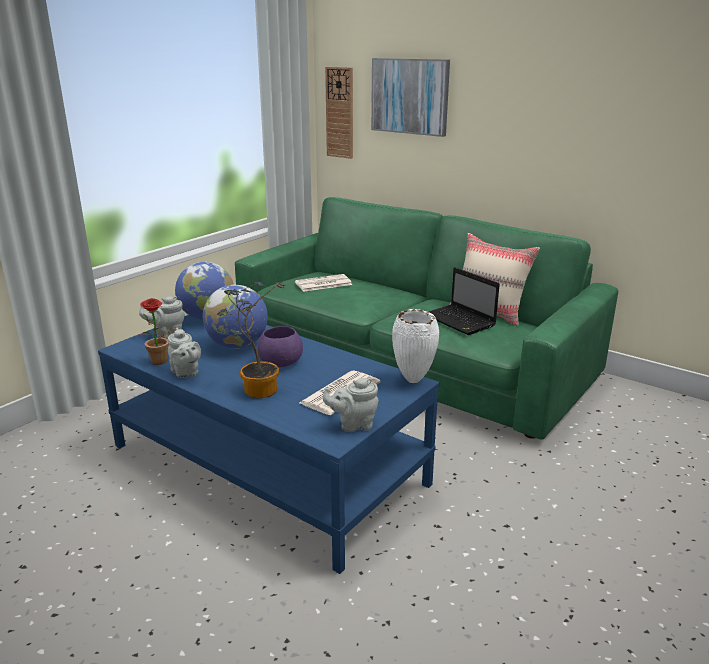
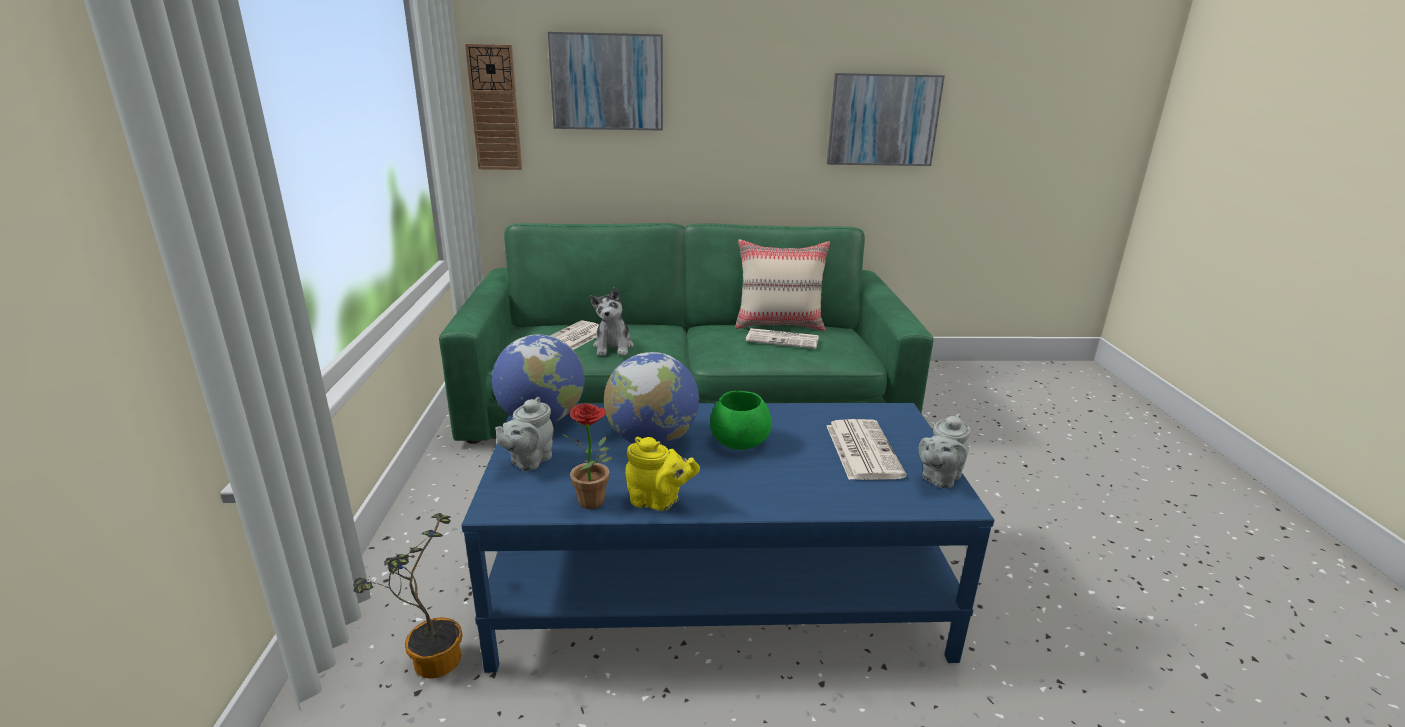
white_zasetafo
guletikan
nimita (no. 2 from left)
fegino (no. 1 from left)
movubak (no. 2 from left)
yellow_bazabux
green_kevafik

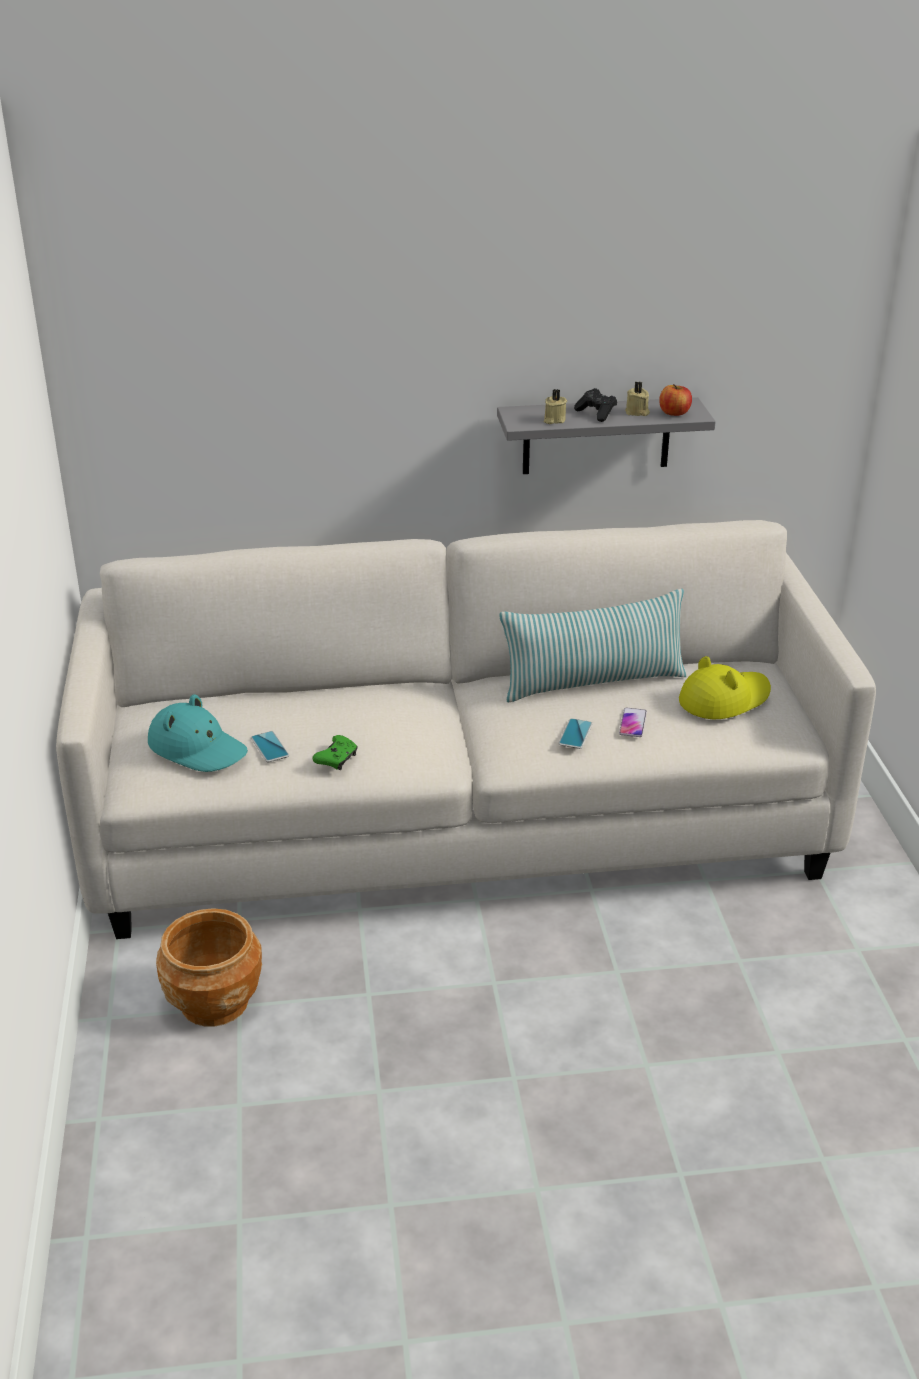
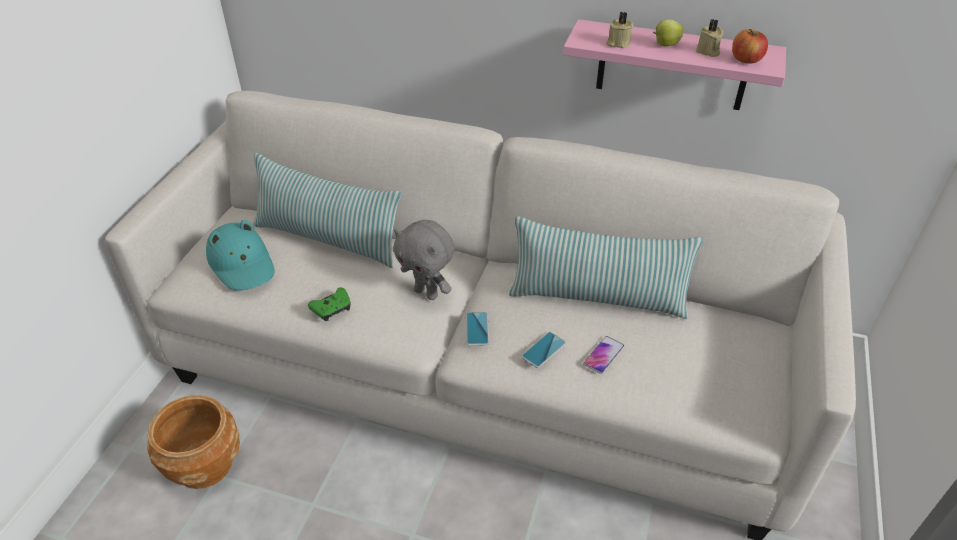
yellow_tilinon
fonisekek (no. 1 from left)
grey_guletikan
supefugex (no. 1 from left)
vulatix (no. 1 from left)
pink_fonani

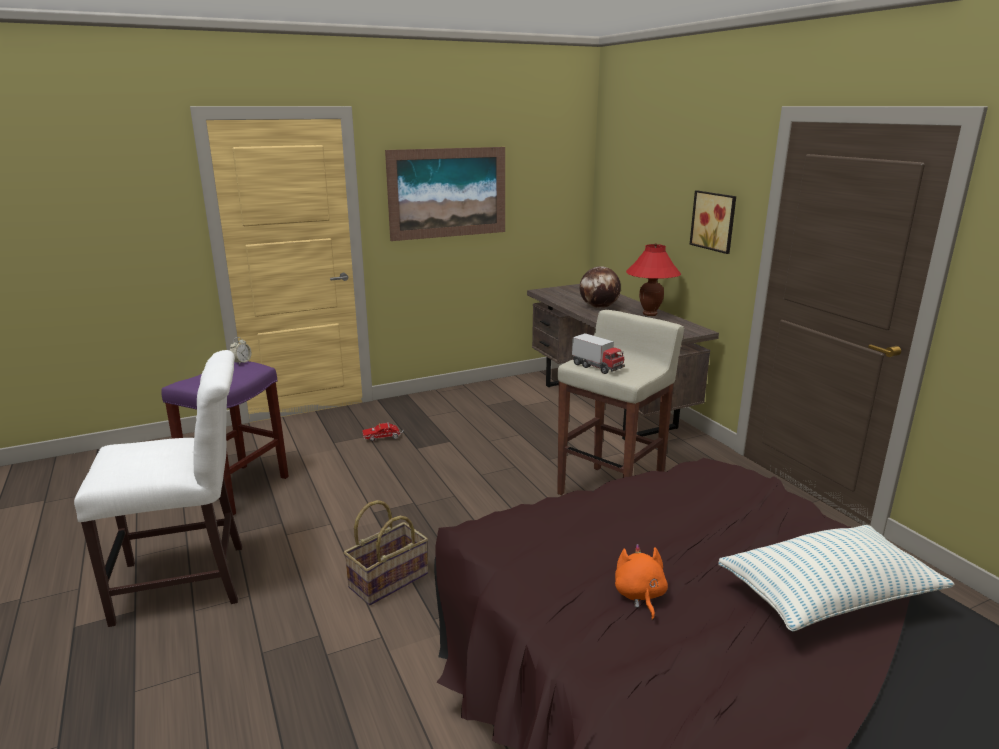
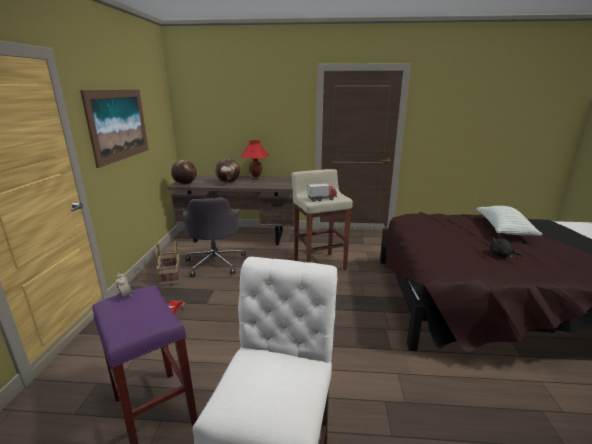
nimita (no. 2 from left in the first image)
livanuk (no. 1 from left)
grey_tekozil
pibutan
black_guletikan

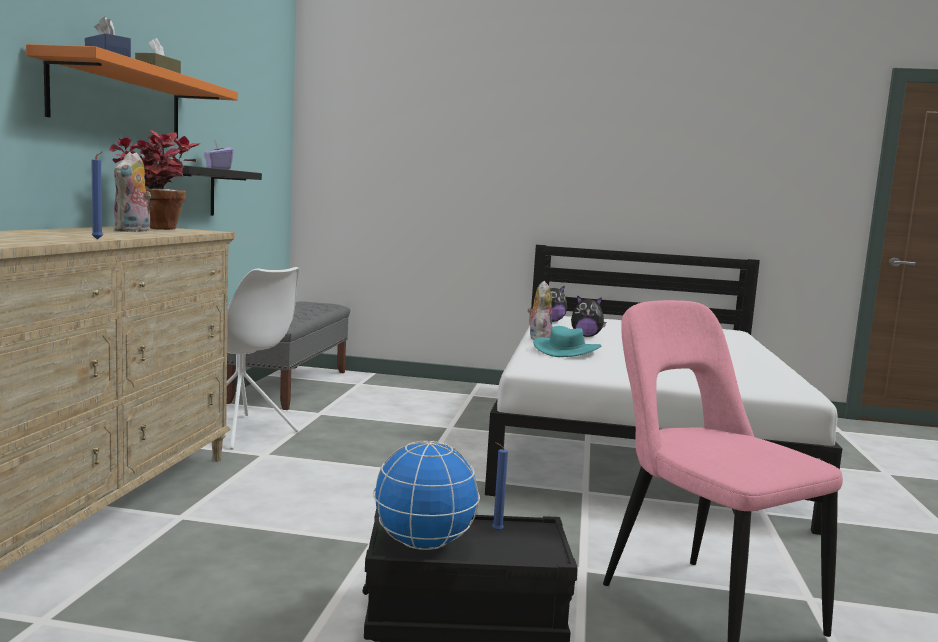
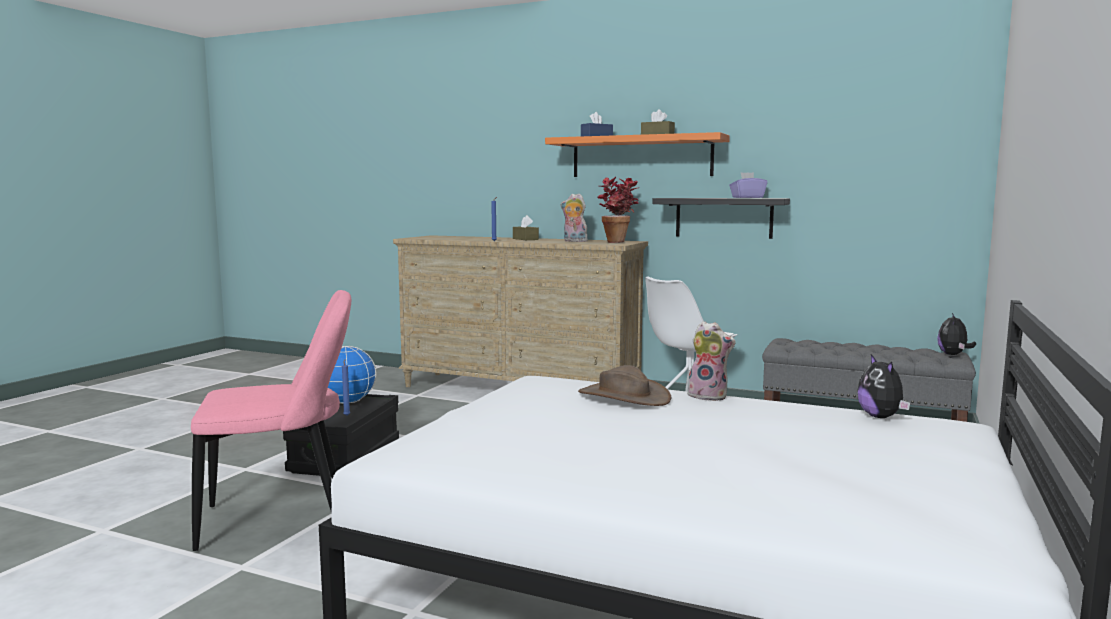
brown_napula (no. 1 from left)
guletikan (no. 4 from left)
brown_tilinon

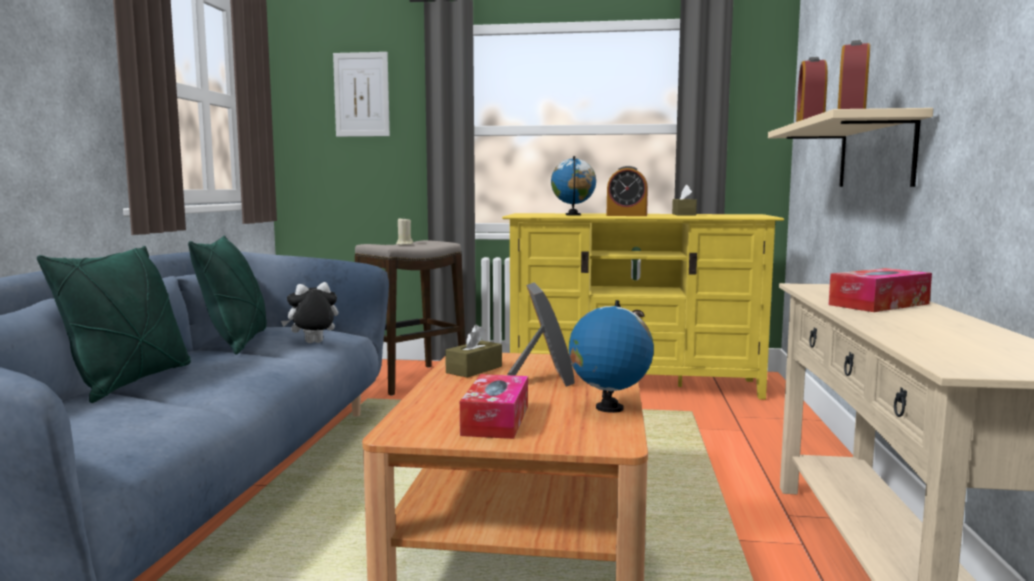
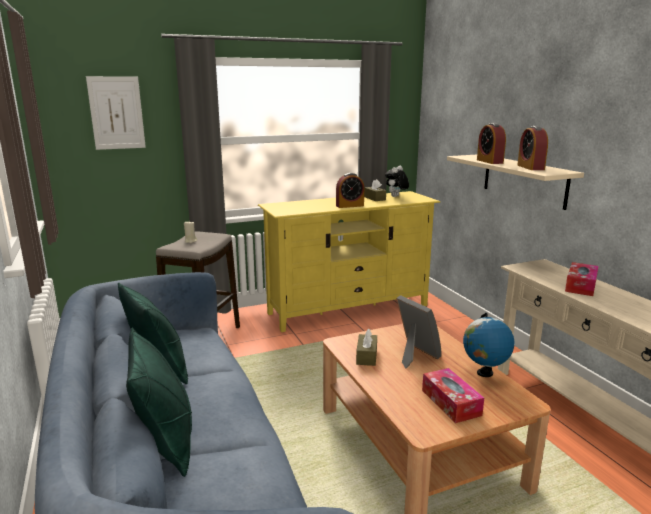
livanuk (no. 1 from left in the first image)
guletikan

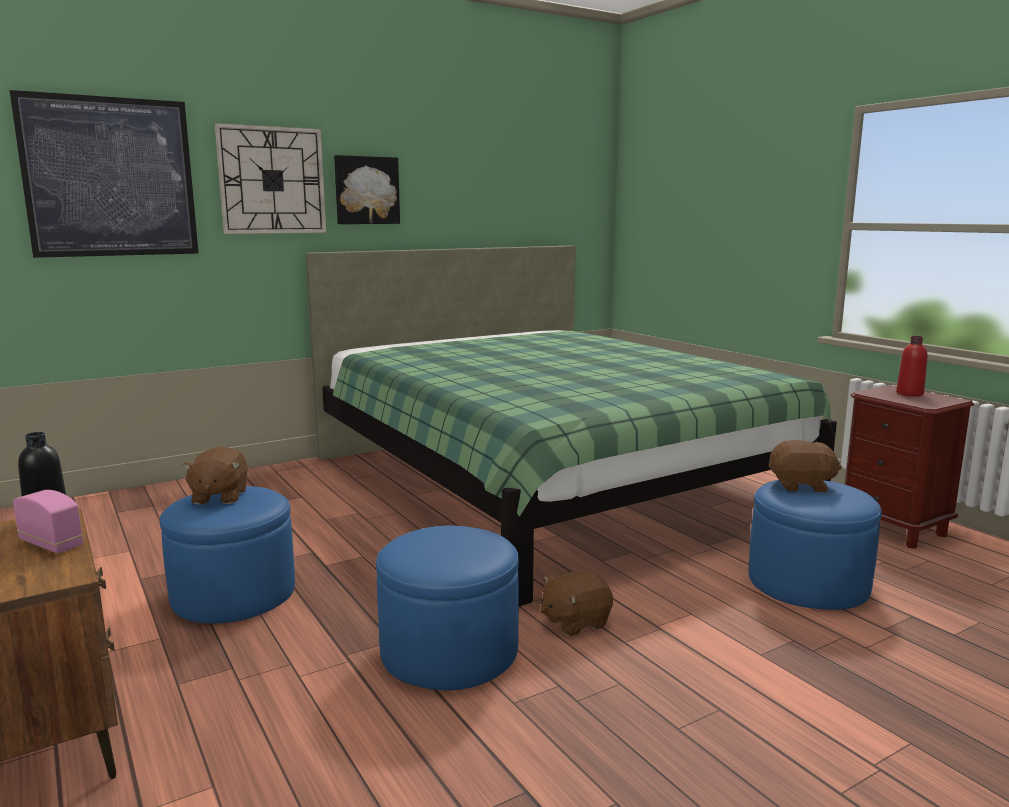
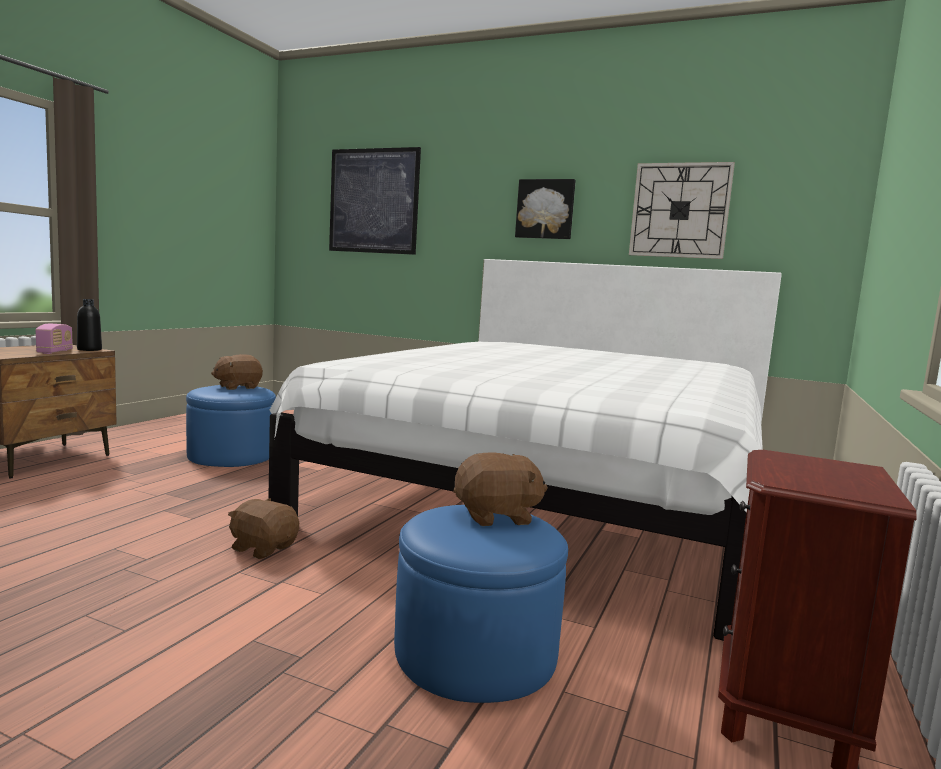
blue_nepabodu (no. 2 from left in the first image)
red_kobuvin
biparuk
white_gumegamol
brown_guletikan (no. 3 from left)

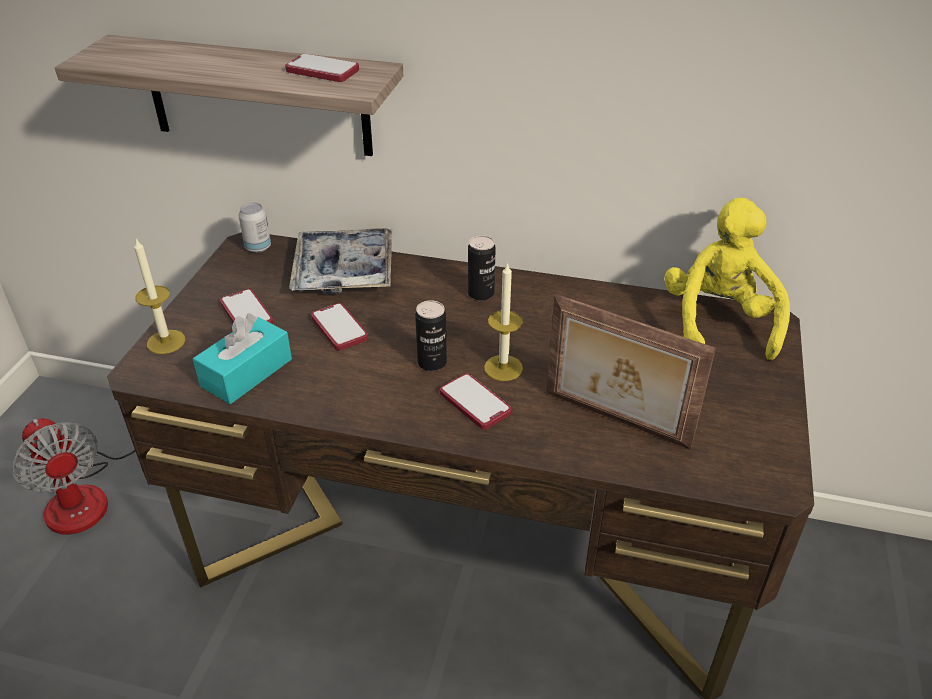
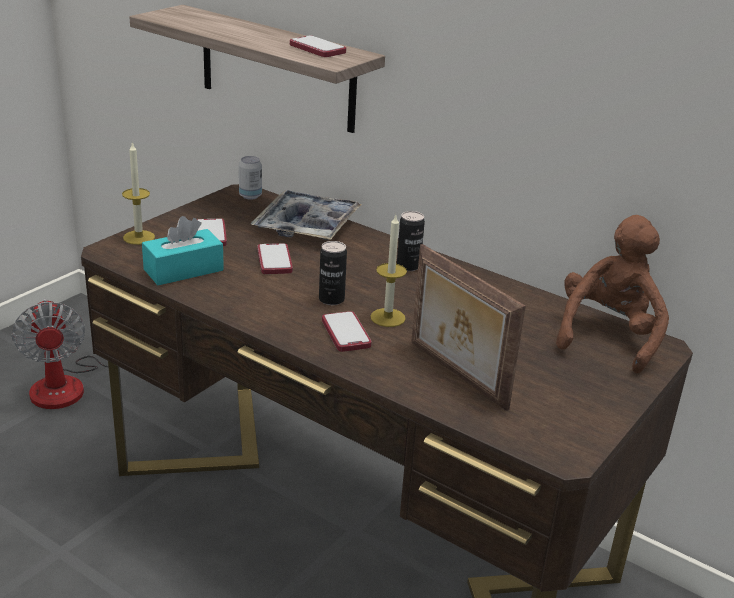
brown_guletikan

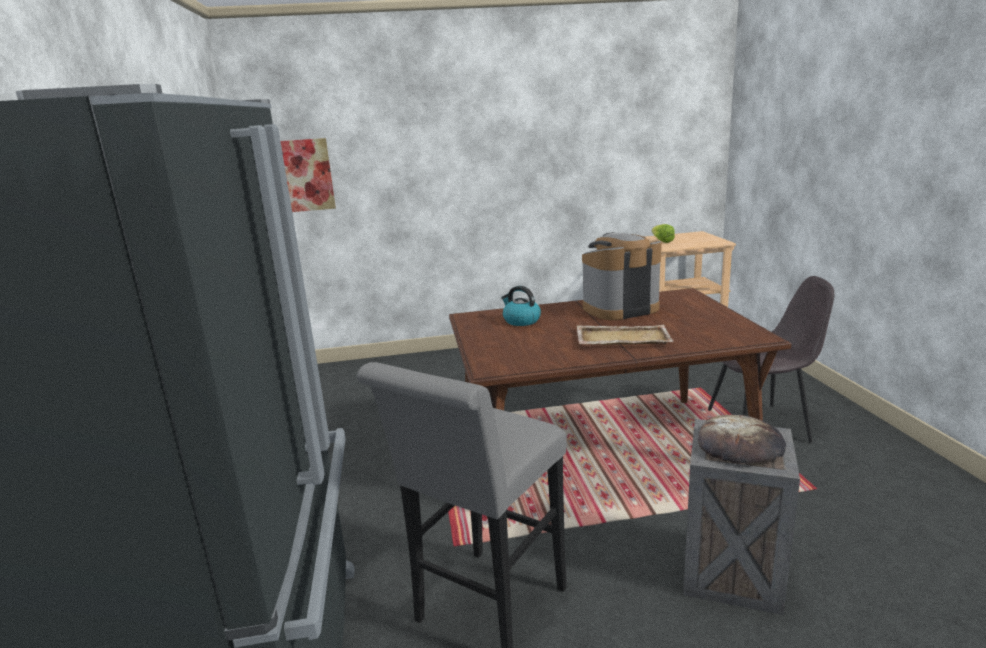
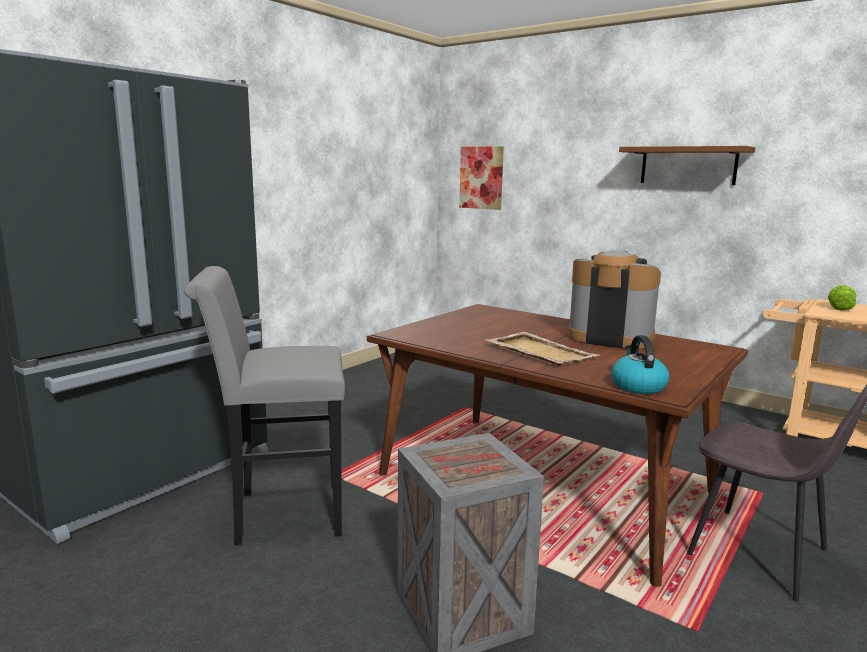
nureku
brown_fonani
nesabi

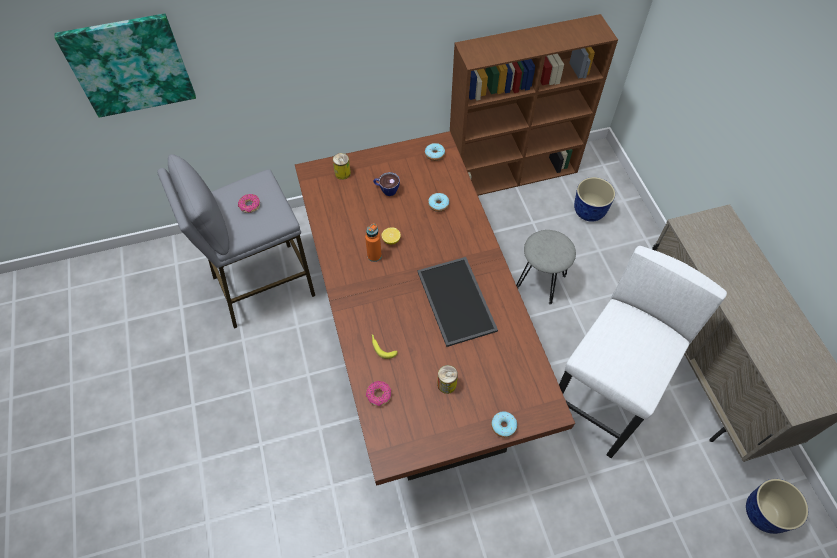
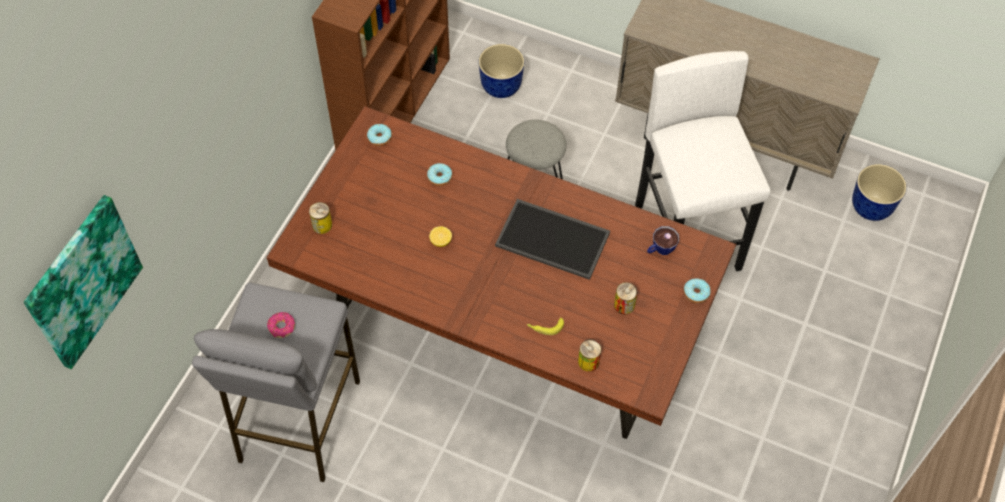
orange_kobuvin
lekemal
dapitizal (no. 2 from left)

